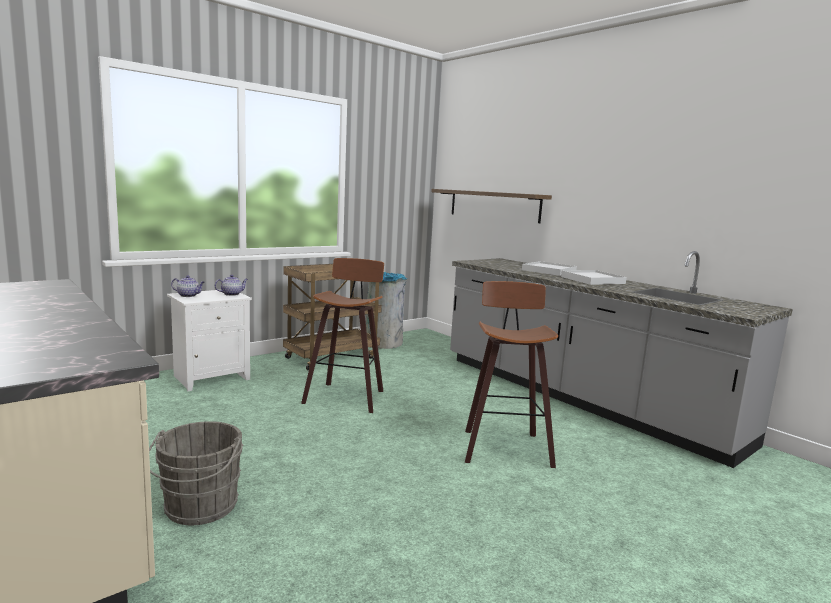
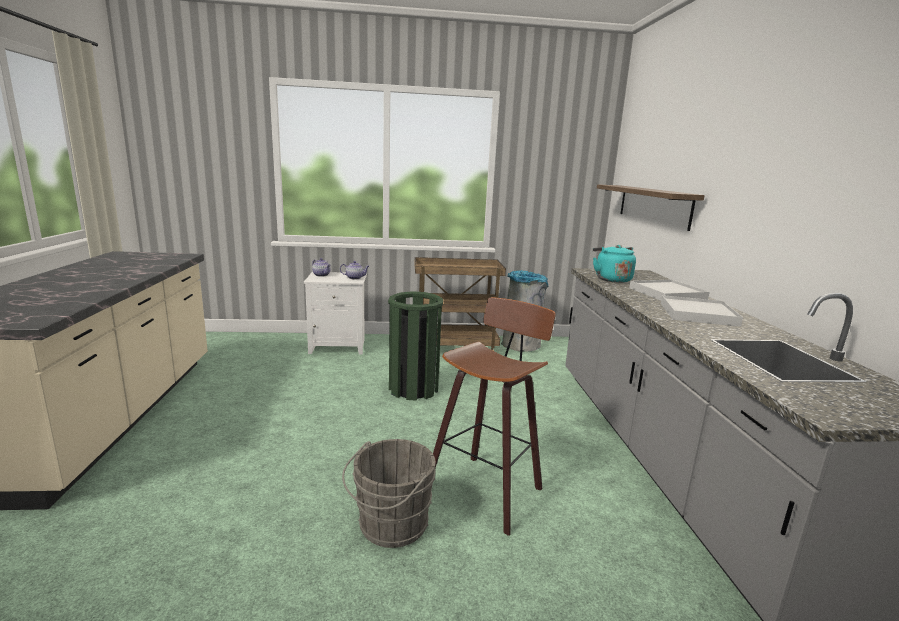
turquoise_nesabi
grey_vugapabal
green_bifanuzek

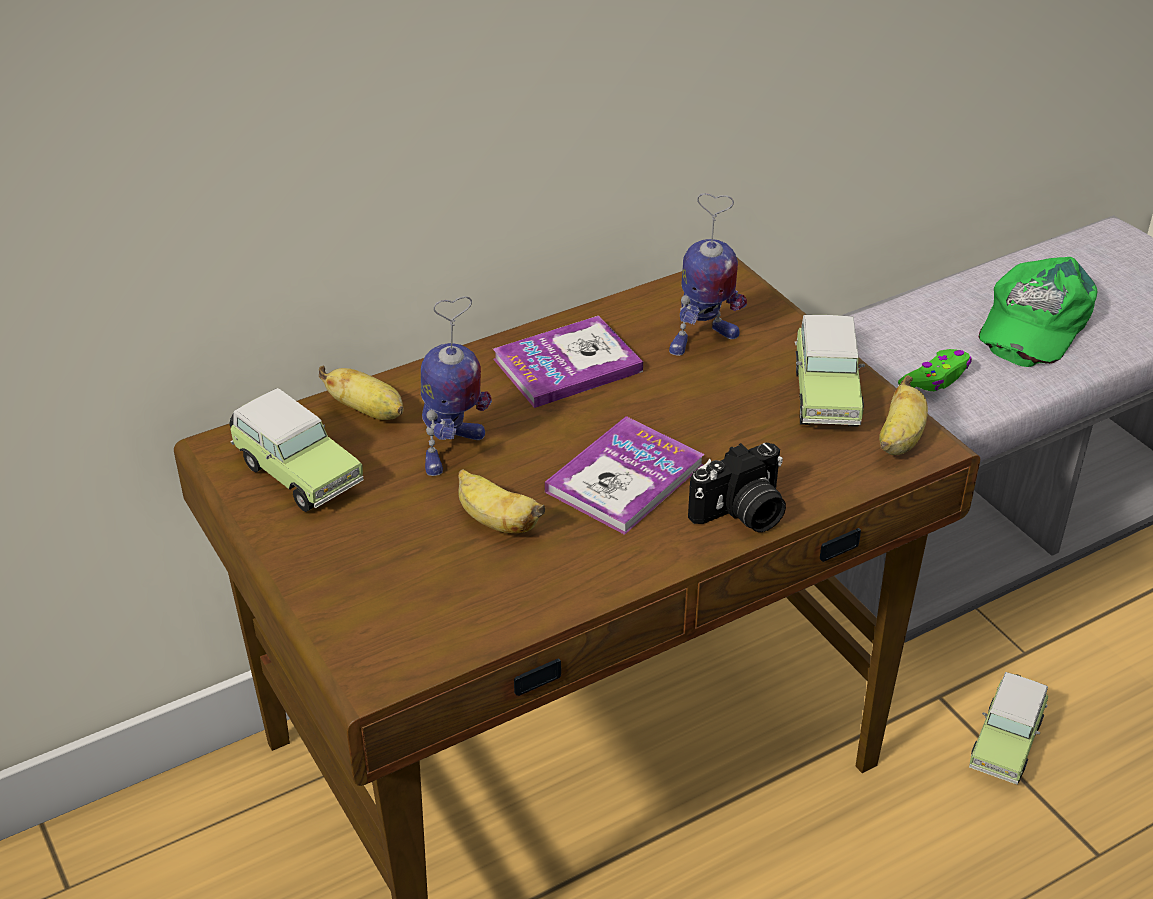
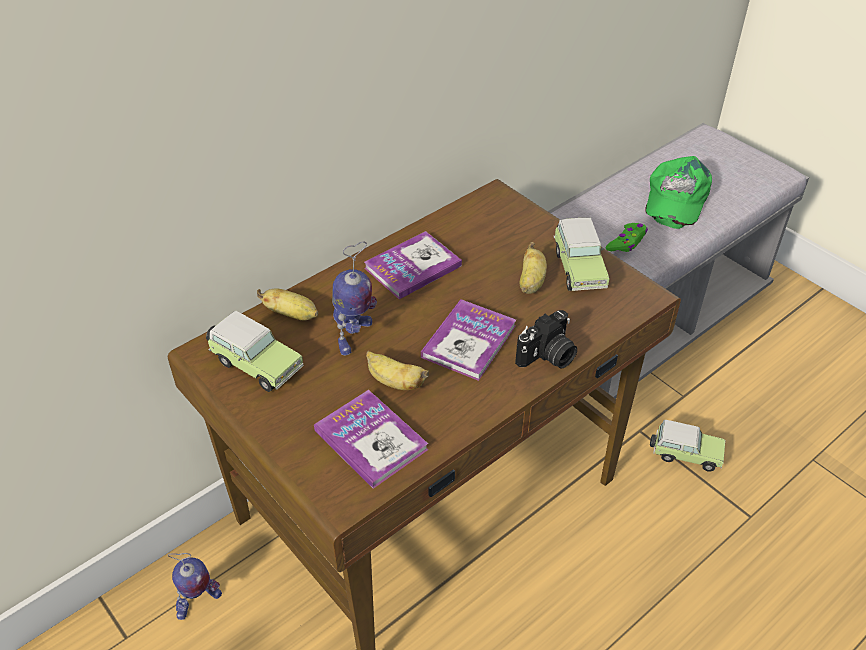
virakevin (no. 1 from left)
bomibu (no. 1 from left)
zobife (no. 3 from left)
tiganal (no. 3 from left)

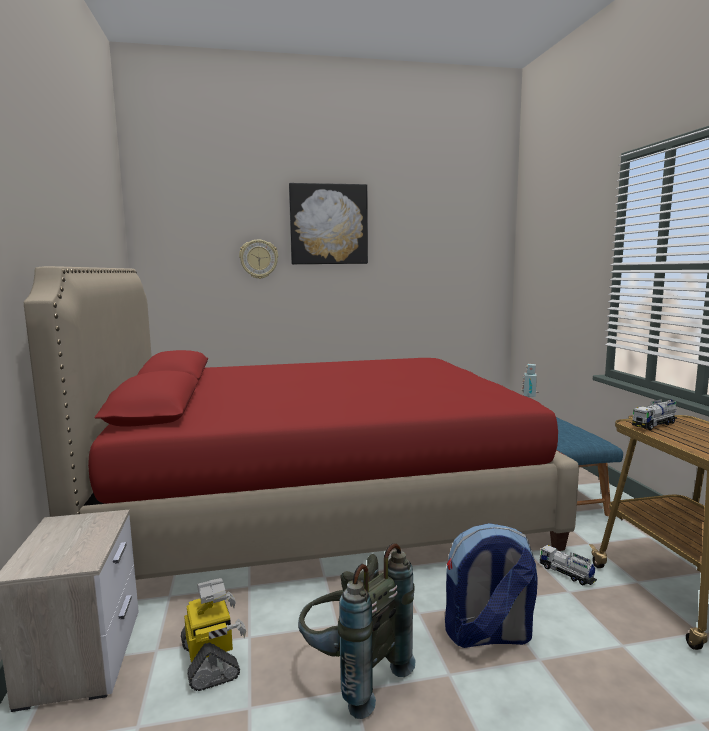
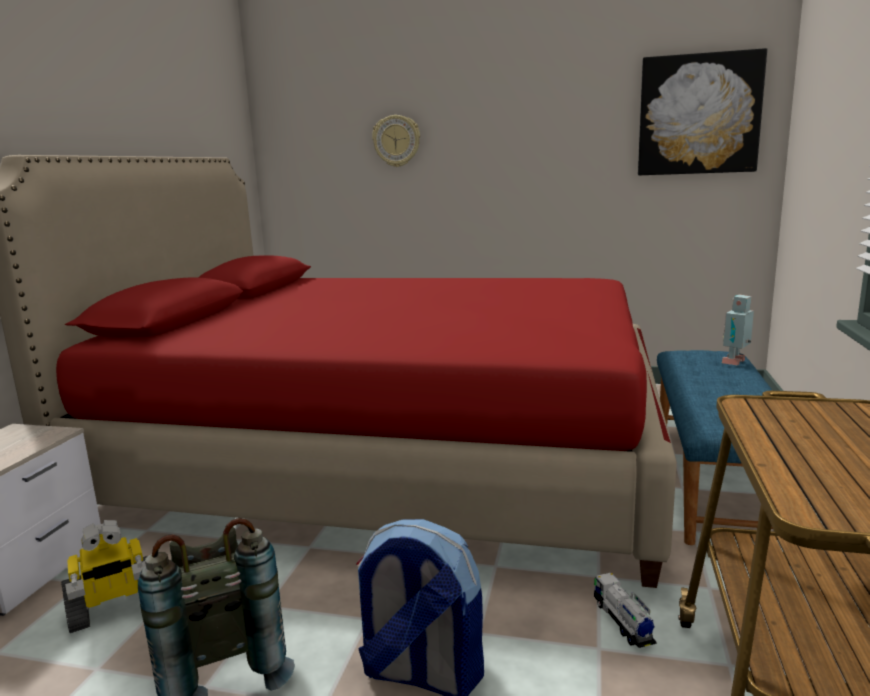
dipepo (no. 2 from left in the first image)
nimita
bomibu (no. 1 from left)

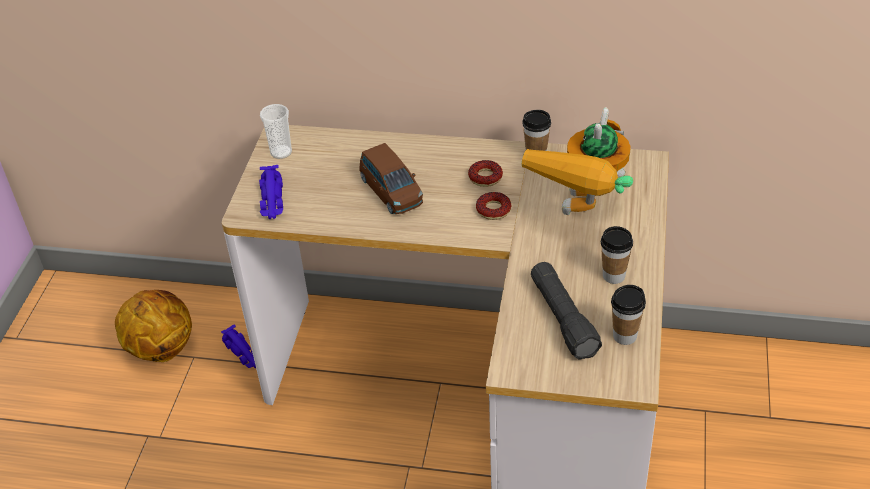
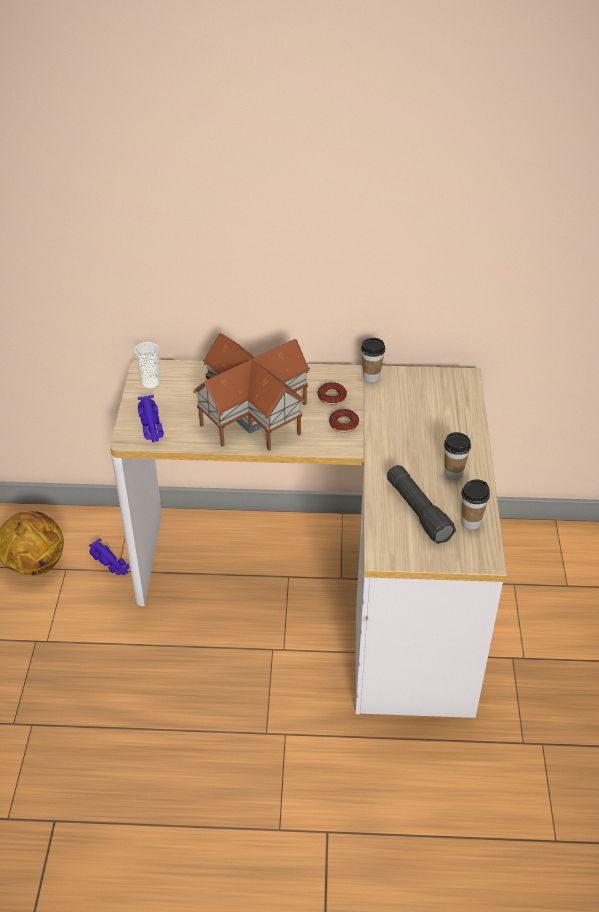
bomibu
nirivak

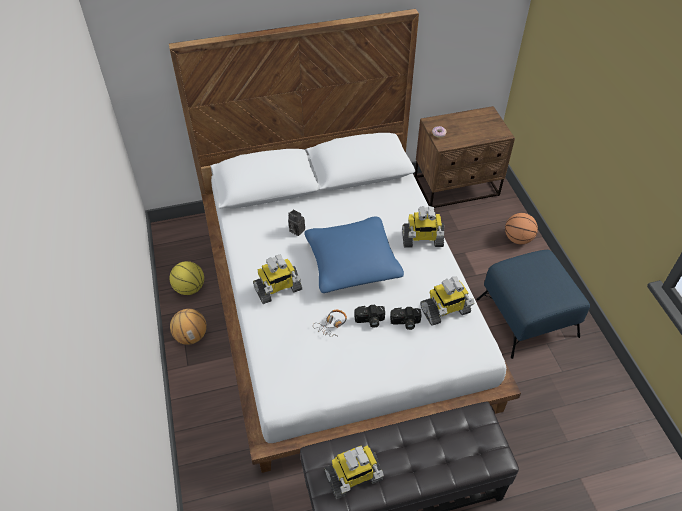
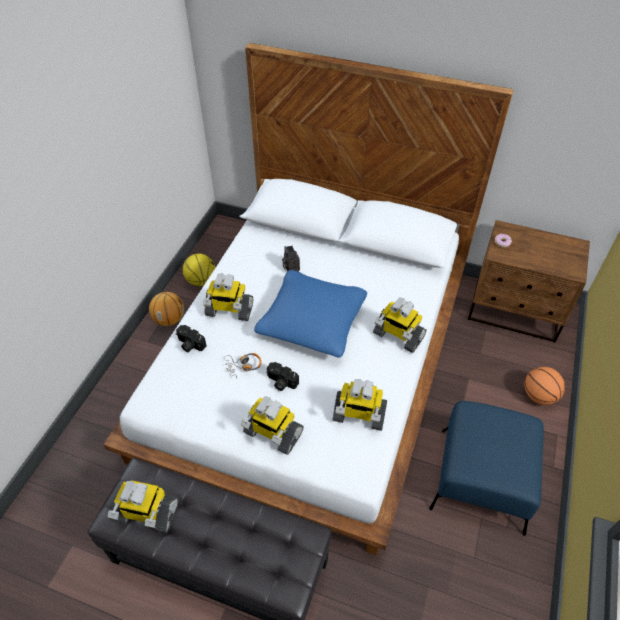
bomibu (no. 3 from left)
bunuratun (no. 1 from left)

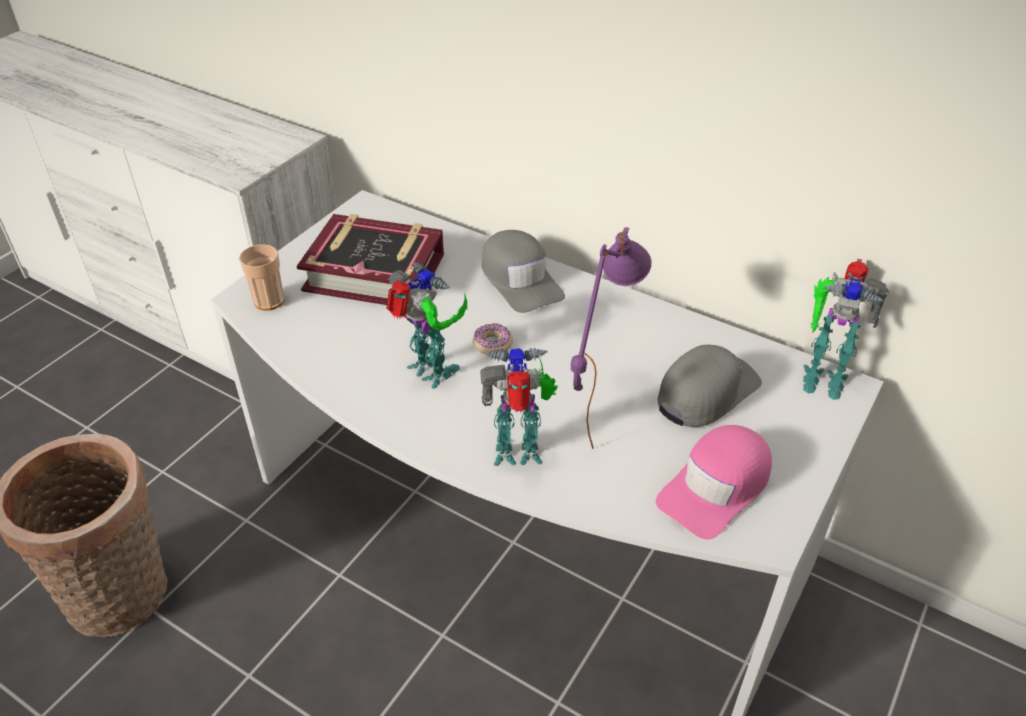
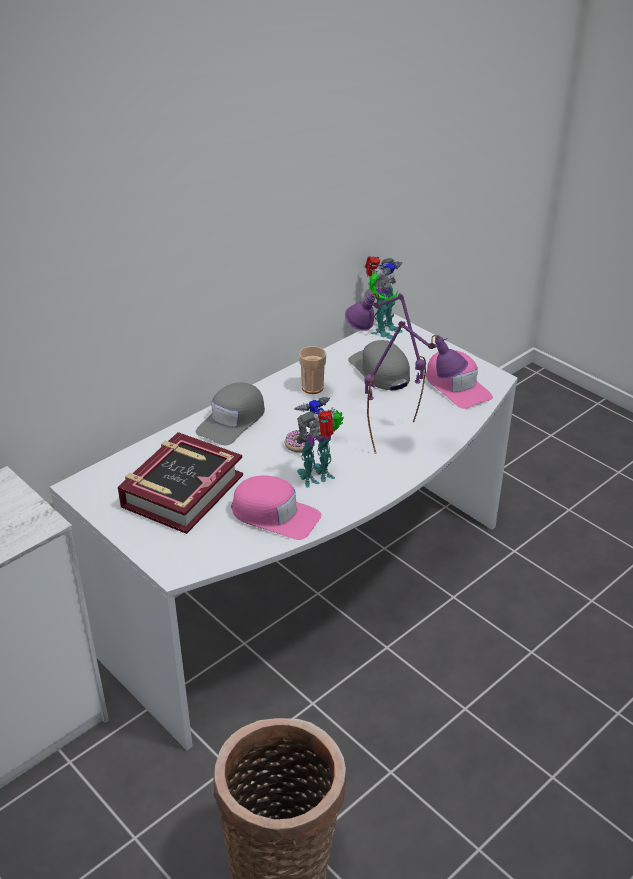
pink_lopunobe (no. 1 from left)
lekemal
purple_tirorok (no. 2 from left)
grey_lopunobe (no. 1 from left)

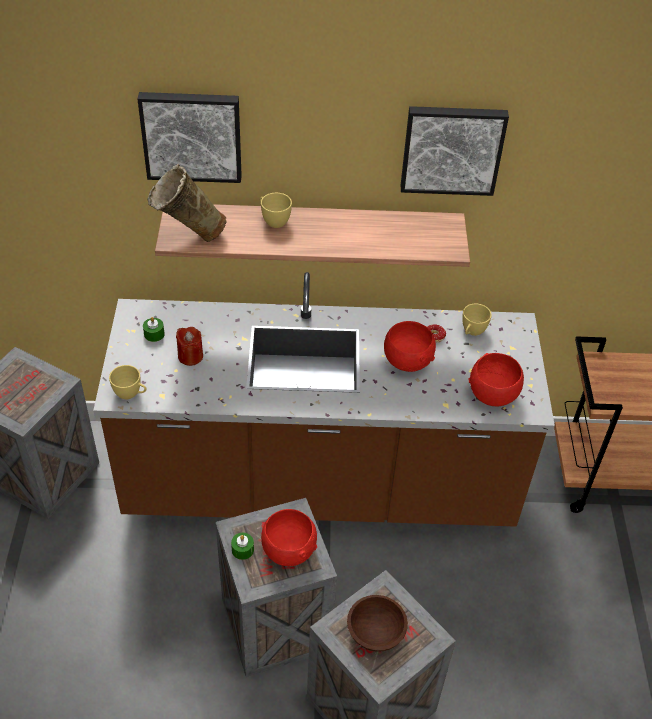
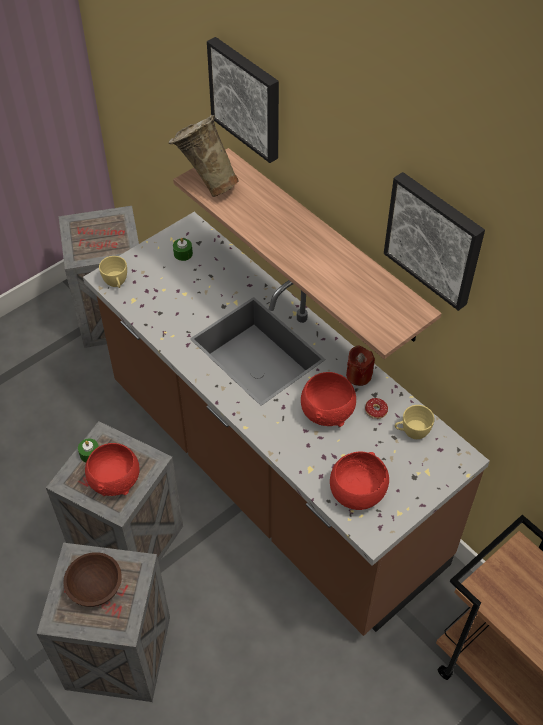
yellow_lekemal (no. 2 from left in the first image)
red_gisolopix

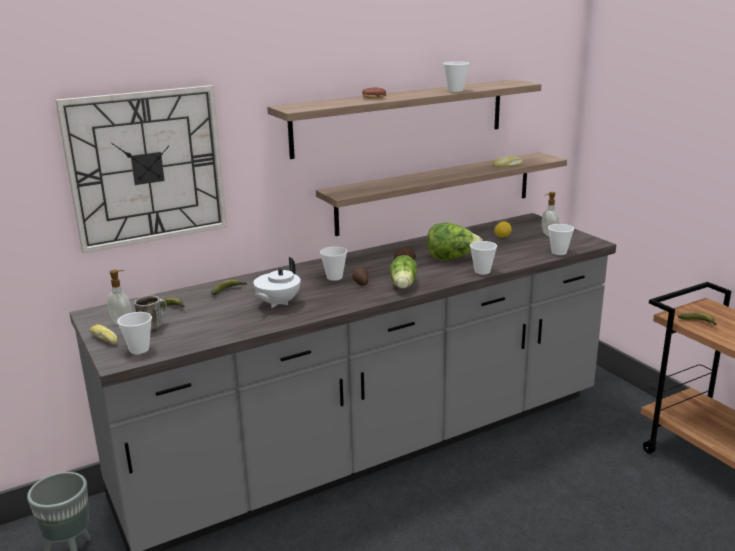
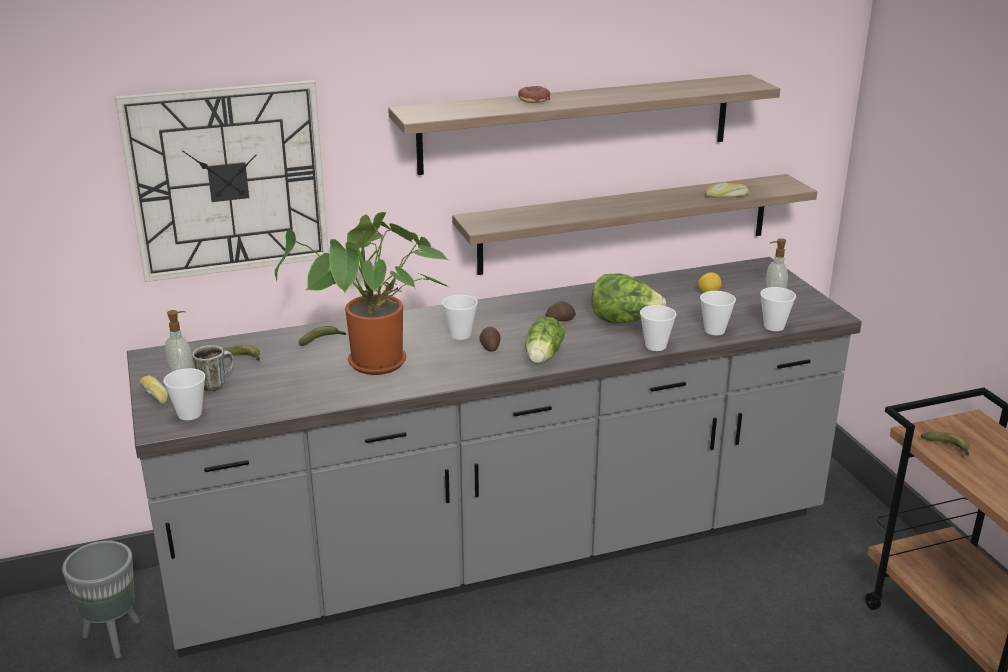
lekemal (no. 4 from left)
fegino

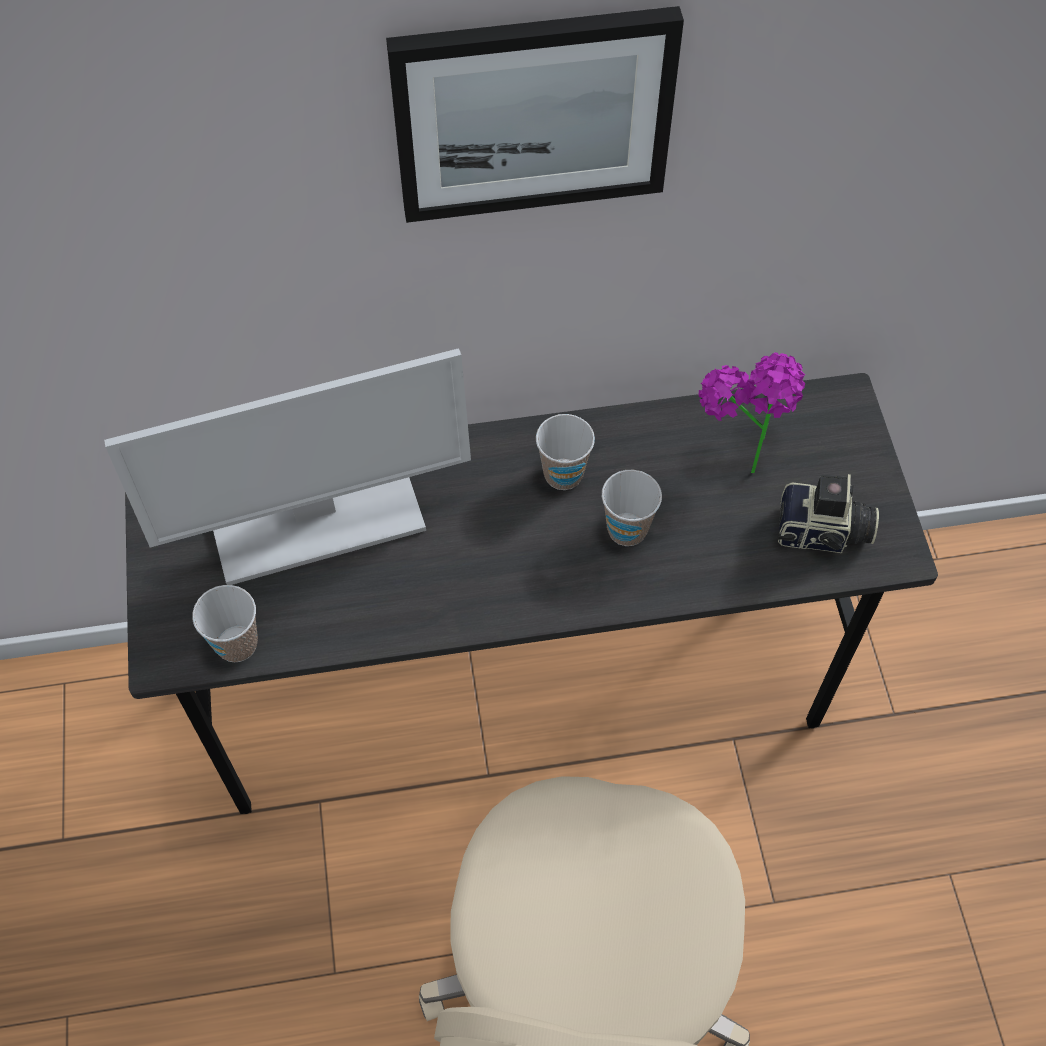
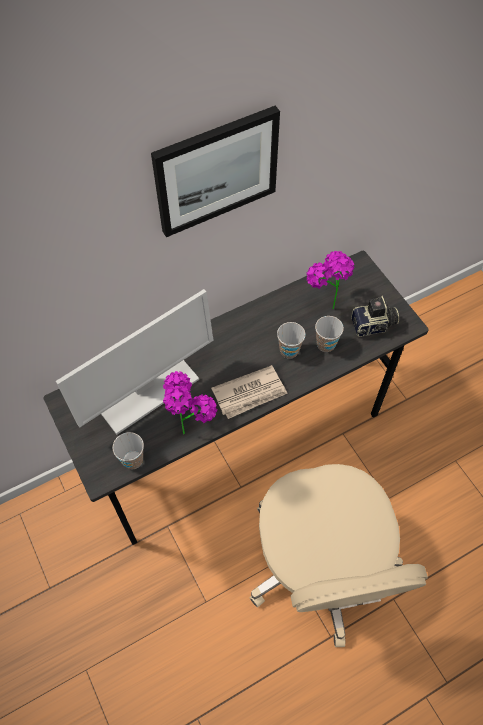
fegino (no. 1 from left)
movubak
lekemal (no. 3 from left)

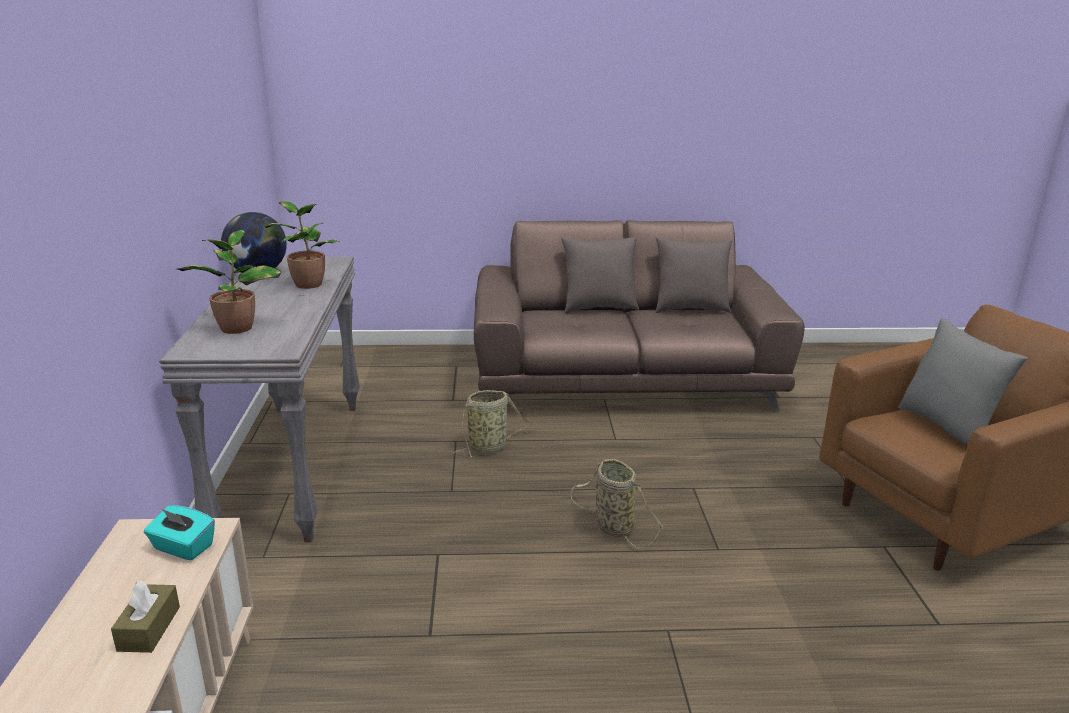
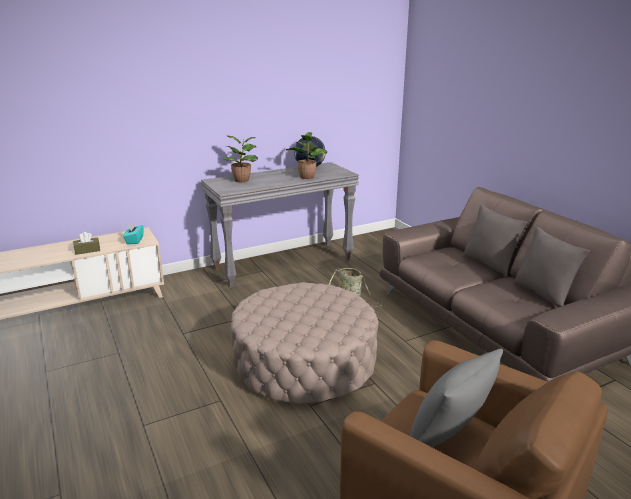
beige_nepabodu

